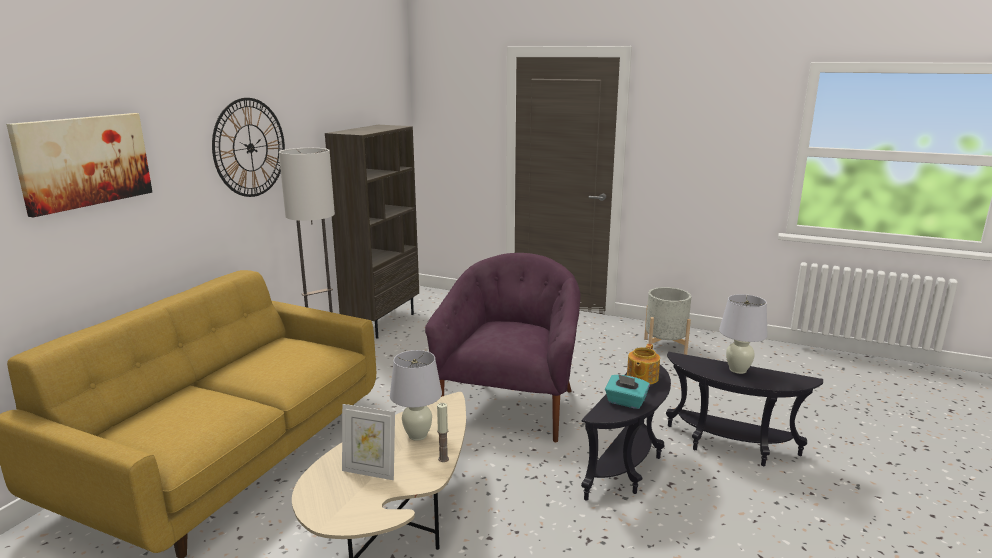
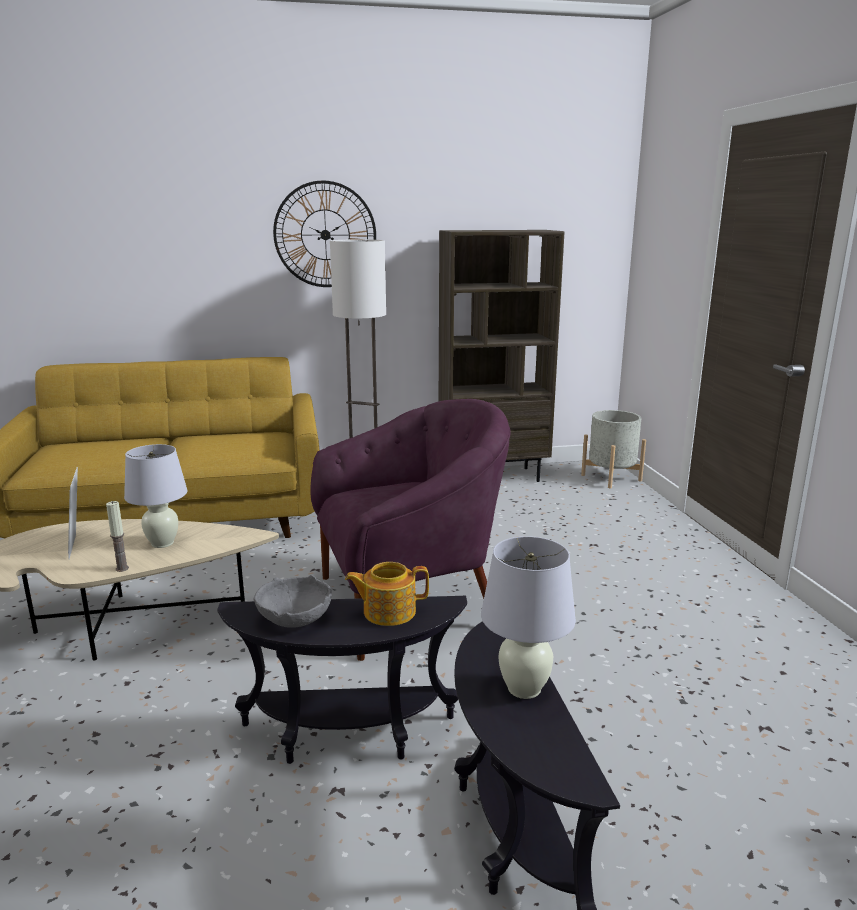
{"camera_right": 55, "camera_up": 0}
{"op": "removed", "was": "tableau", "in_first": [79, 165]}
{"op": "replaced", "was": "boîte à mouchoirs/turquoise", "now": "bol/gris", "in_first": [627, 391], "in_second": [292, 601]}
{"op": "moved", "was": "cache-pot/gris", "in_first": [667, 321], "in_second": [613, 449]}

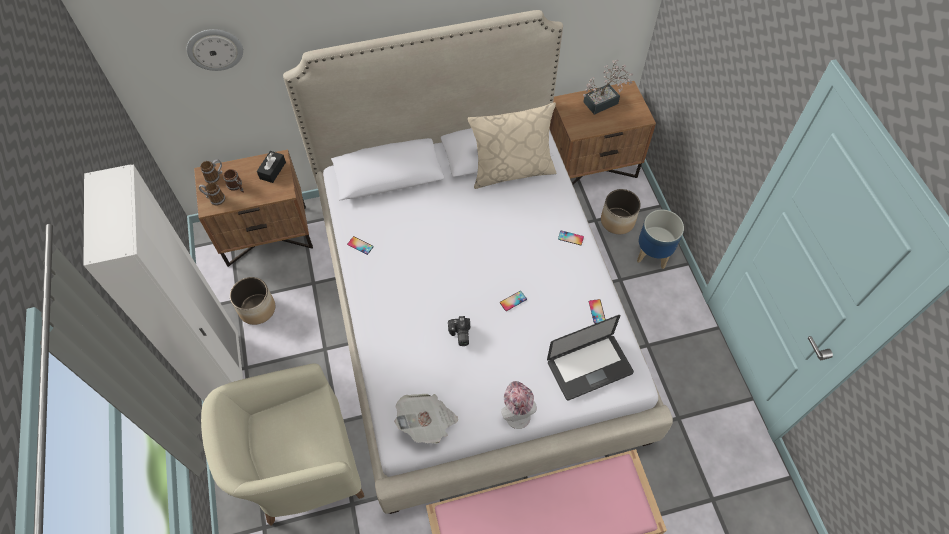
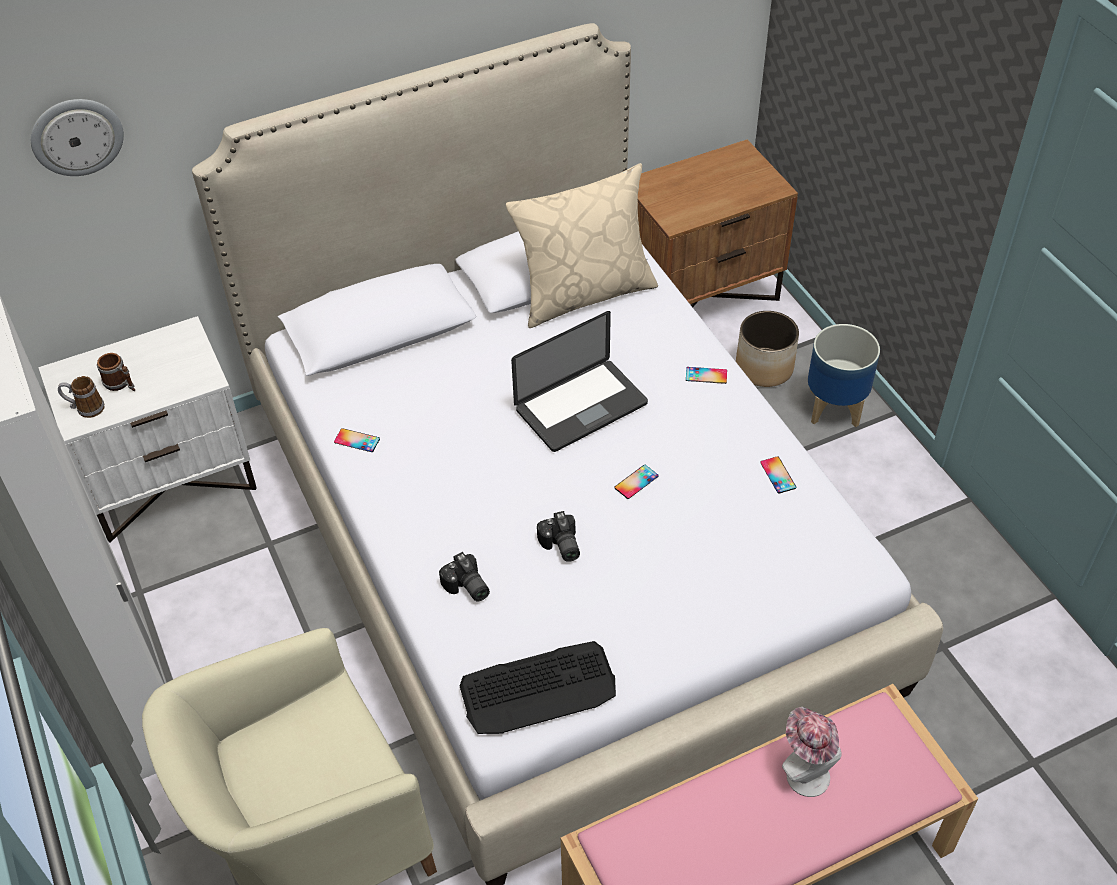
{"camera_right": -10, "camera_up": -10}
{"op": "recoloured", "was": "table de chevet/marron", "now": "table de chevet/blanc", "in_first": [253, 208], "in_second": [147, 429]}
{"op": "removed", "was": "mug", "in_first": [211, 171]}
{"op": "removed", "was": "cache-pot", "in_first": [252, 301]}
{"op": "removed", "was": "boîte à mouchoirs/noir", "in_first": [271, 167]}
{"op": "replaced", "was": "journal", "now": "clavier", "in_first": [426, 419], "in_second": [538, 687]}
{"op": "moved", "was": "chapeau", "in_first": [519, 405], "in_second": [811, 752]}
{"op": "moved", "was": "ordinateur portable", "in_first": [590, 358], "in_second": [579, 381]}
{"op": "removed", "was": "plante en pot", "in_first": [608, 87]}
{"op": "added", "now": "appareil photo", "in_second": [464, 577]}

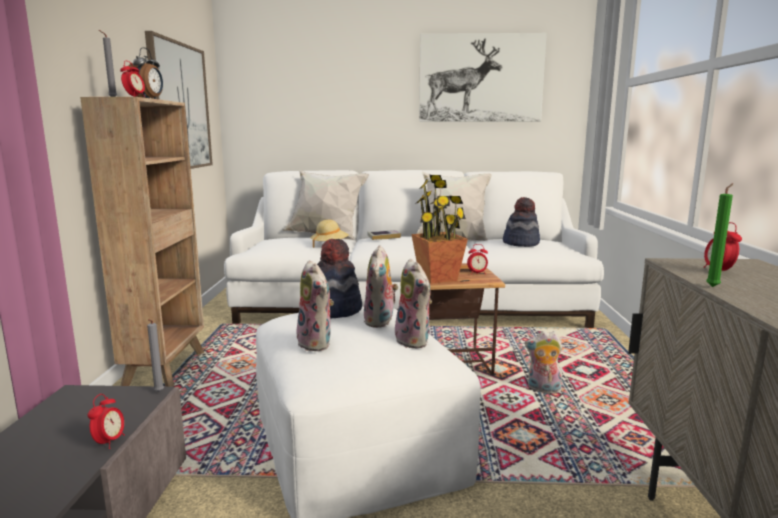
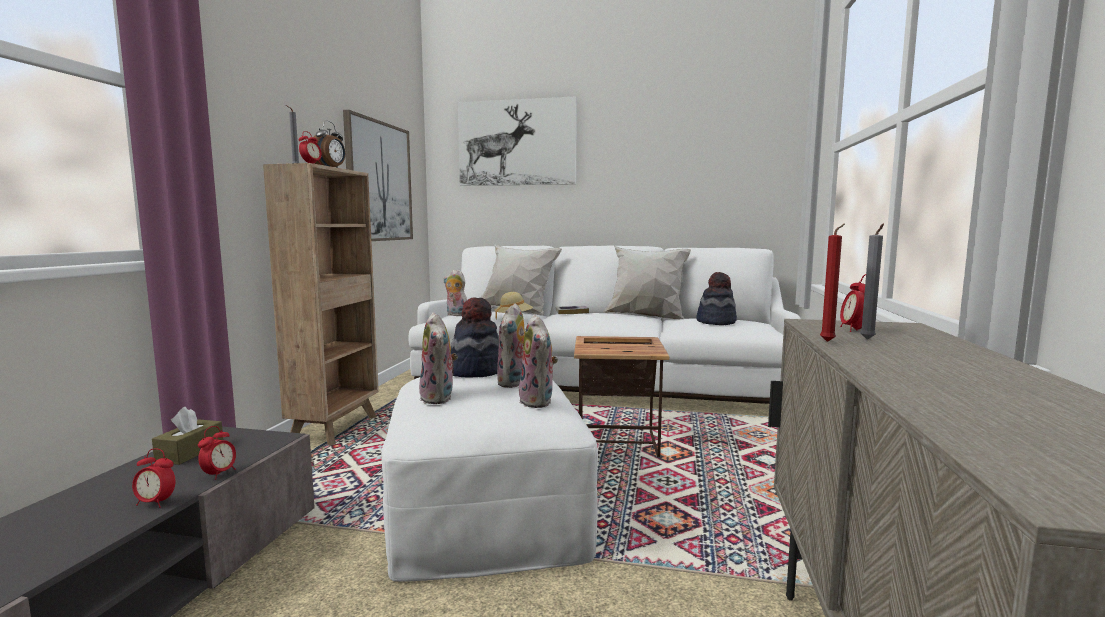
{"camera_right": 10, "camera_up": -5}
{"op": "moved", "was": "bougie/gris", "in_first": [155, 355], "in_second": [872, 282]}
{"op": "removed", "was": "plante en pot", "in_first": [439, 229]}
{"op": "moved", "was": "tableau", "in_first": [483, 77], "in_second": [517, 141]}
{"op": "moved", "was": "réveil", "in_first": [477, 259], "in_second": [153, 478]}
{"op": "moved", "was": "peluche", "in_first": [544, 362], "in_second": [455, 293]}
{"op": "recoloured", "was": "bougie/vert", "now": "bougie/rouge", "in_first": [719, 235], "in_second": [832, 283]}
{"op": "added", "now": "boîte à mouchoirs/marron", "in_second": [187, 436]}

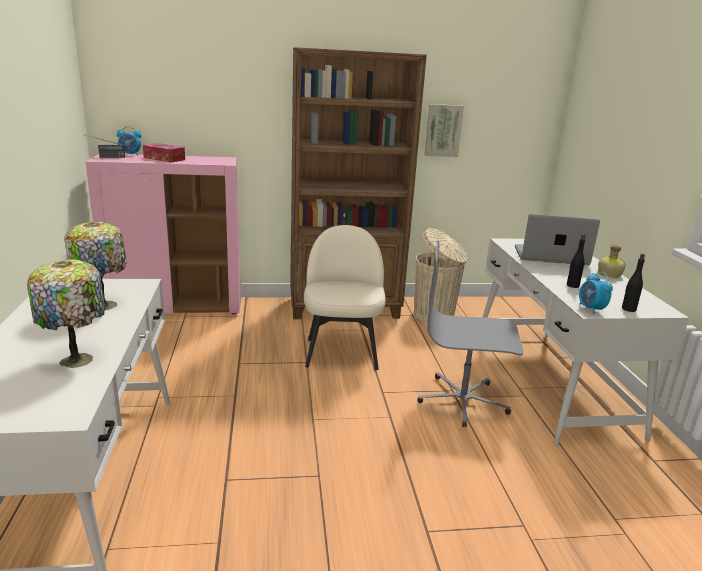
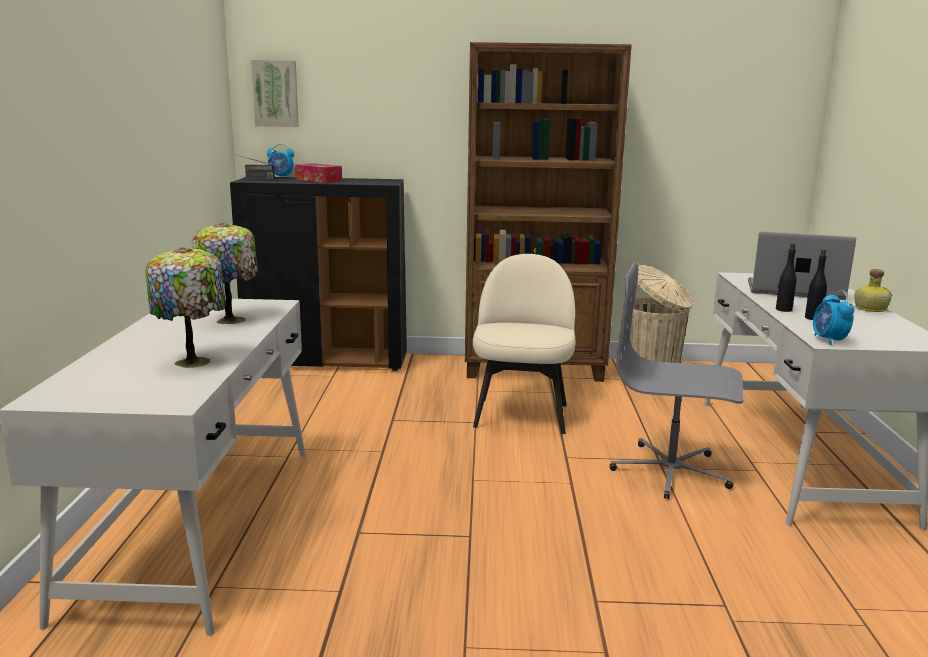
{"camera_right": 10, "camera_up": -5}
{"op": "recoloured", "was": "meuble de rangement/rose", "now": "meuble de rangement/noir", "in_first": [164, 234], "in_second": [318, 274]}
{"op": "moved", "was": "tableau", "in_first": [444, 130], "in_second": [275, 93]}
{"op": "moved", "was": "bouteille/noir", "in_first": [633, 283], "in_second": [786, 277]}

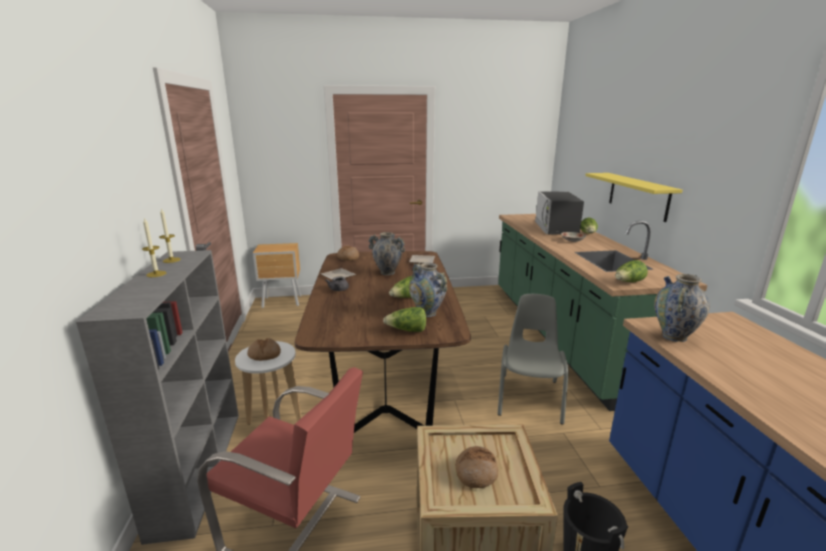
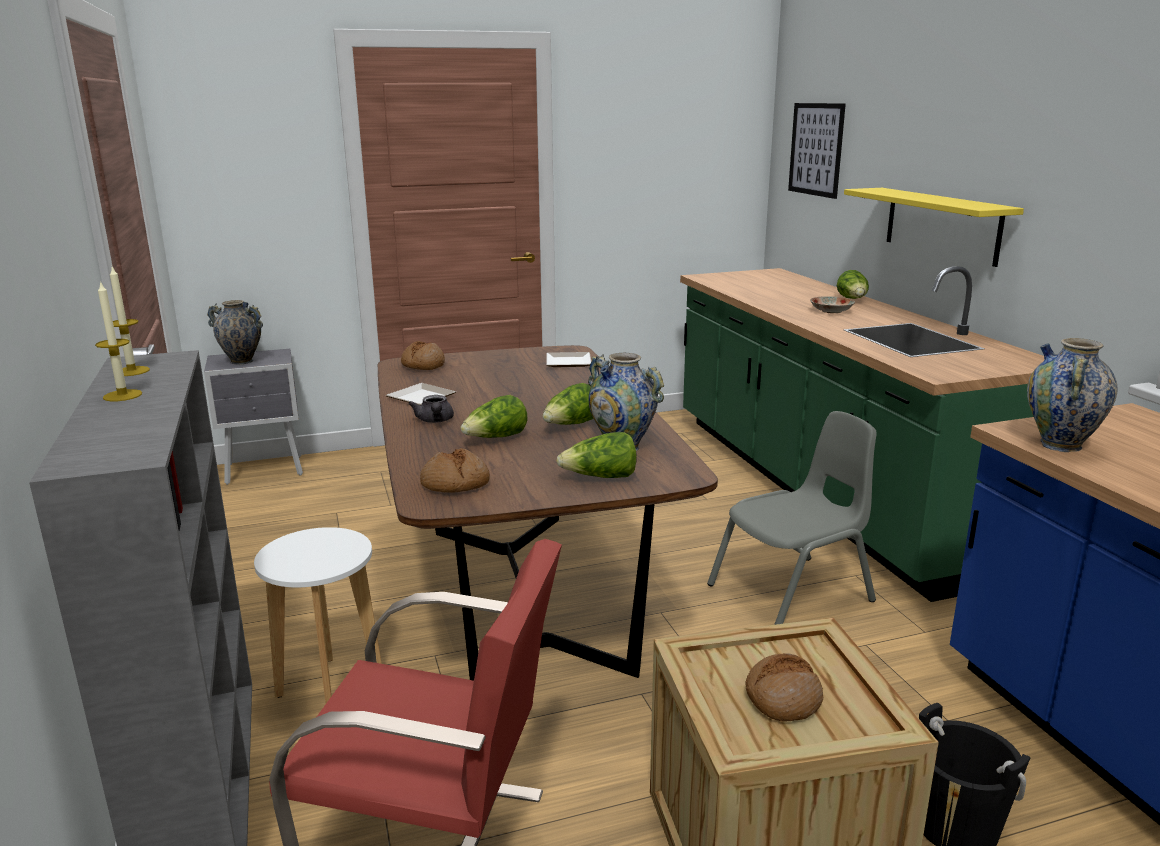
{"camera_right": -10, "camera_up": 0}
{"op": "moved", "was": "pain", "in_first": [264, 349], "in_second": [455, 470]}
{"op": "recoloured", "was": "table de chevet/marron", "now": "table de chevet/gris", "in_first": [277, 275], "in_second": [253, 417]}
{"op": "moved", "was": "vase", "in_first": [387, 253], "in_second": [235, 332]}
{"op": "turned", "was": "chaise/gris", "in_first": [533, 359], "in_second": [792, 518], "clockwise": 60}
{"op": "removed", "was": "micro-ondes", "in_first": [559, 213]}
{"op": "moved", "was": "laitue", "in_first": [631, 271], "in_second": [494, 416]}
{"op": "added", "now": "tableau", "in_second": [817, 151]}

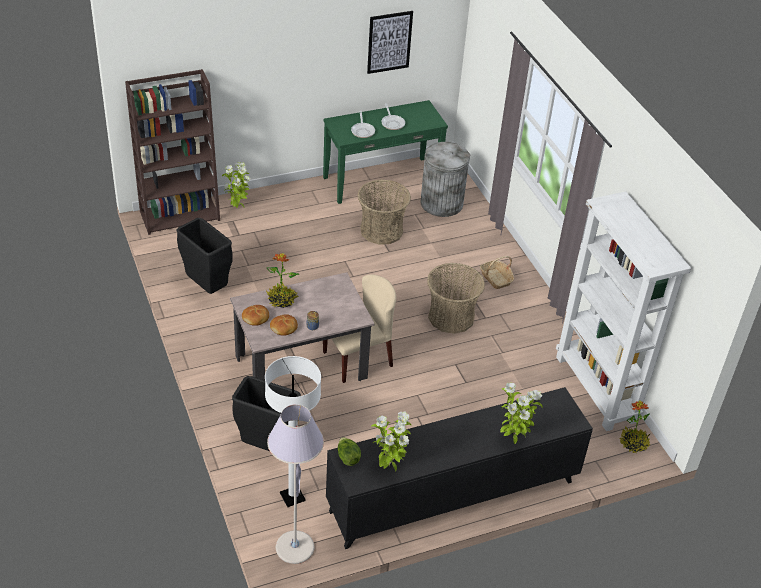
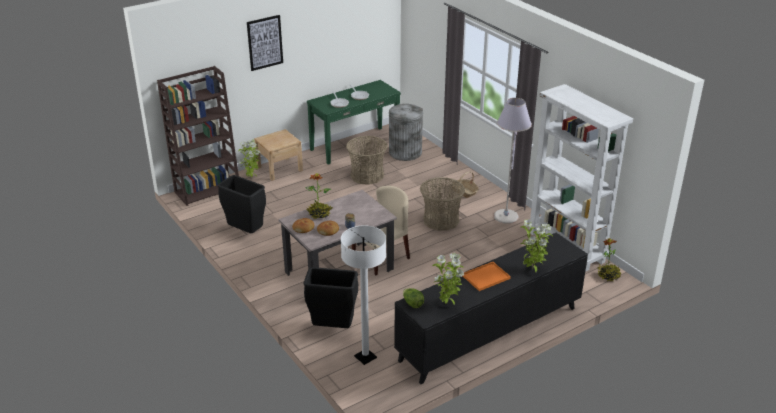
{"camera_right": -10, "camera_up": -10}
{"op": "moved", "was": "lampadaire/gris", "in_first": [295, 484], "in_second": [513, 161]}
{"op": "moved", "was": "tableau", "in_first": [390, 42], "in_second": [265, 43]}
{"op": "added", "now": "table de chevet/beige", "in_second": [278, 155]}
{"op": "added", "now": "plateau/orange", "in_second": [487, 276]}

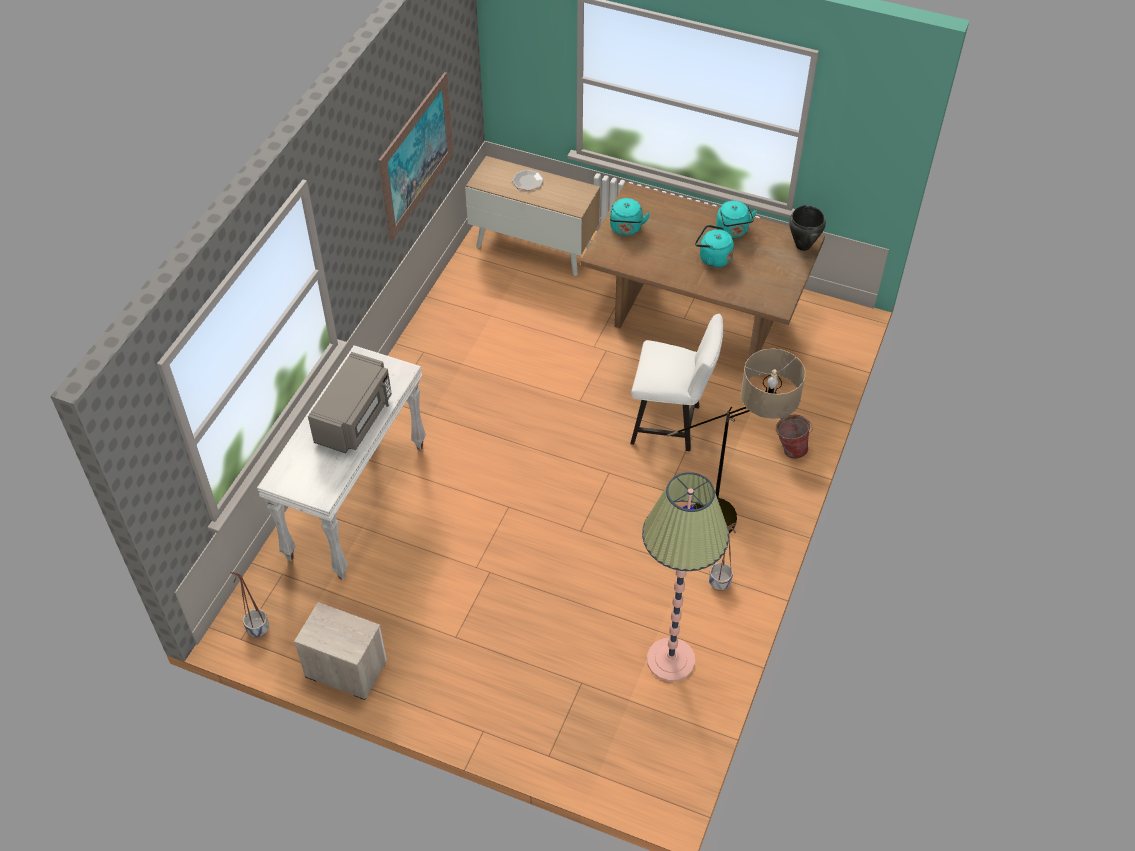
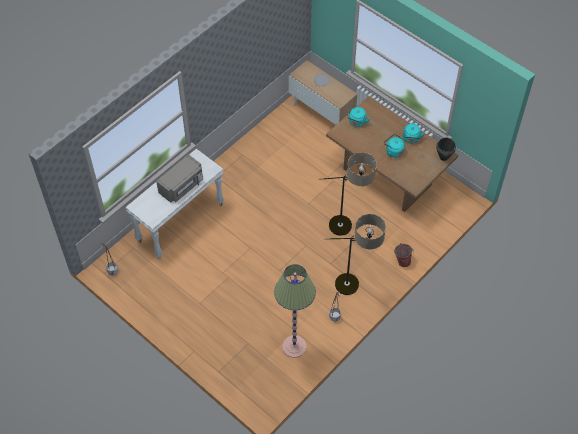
{"camera_right": 20, "camera_up": 5}
{"op": "removed", "was": "table de chevet", "in_first": [340, 651]}
{"op": "removed", "was": "tableau", "in_first": [416, 156]}
{"op": "replaced", "was": "chaise/blanc", "now": "lampadaire", "in_first": [676, 382], "in_second": [348, 194]}

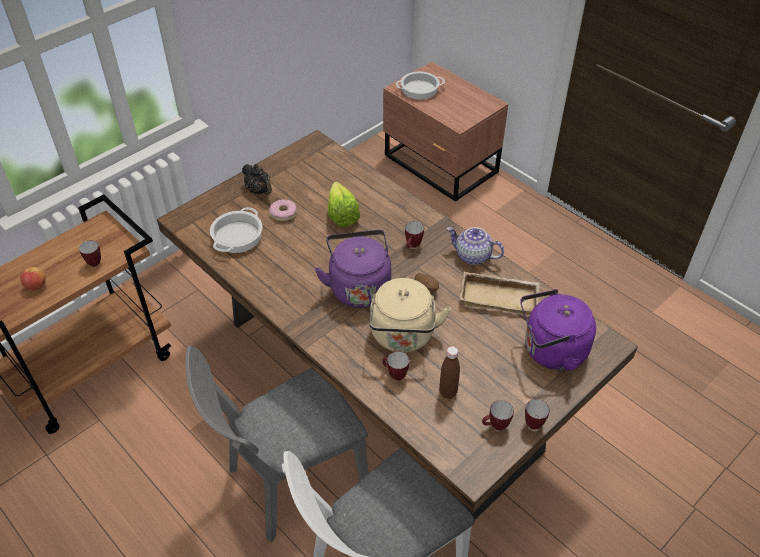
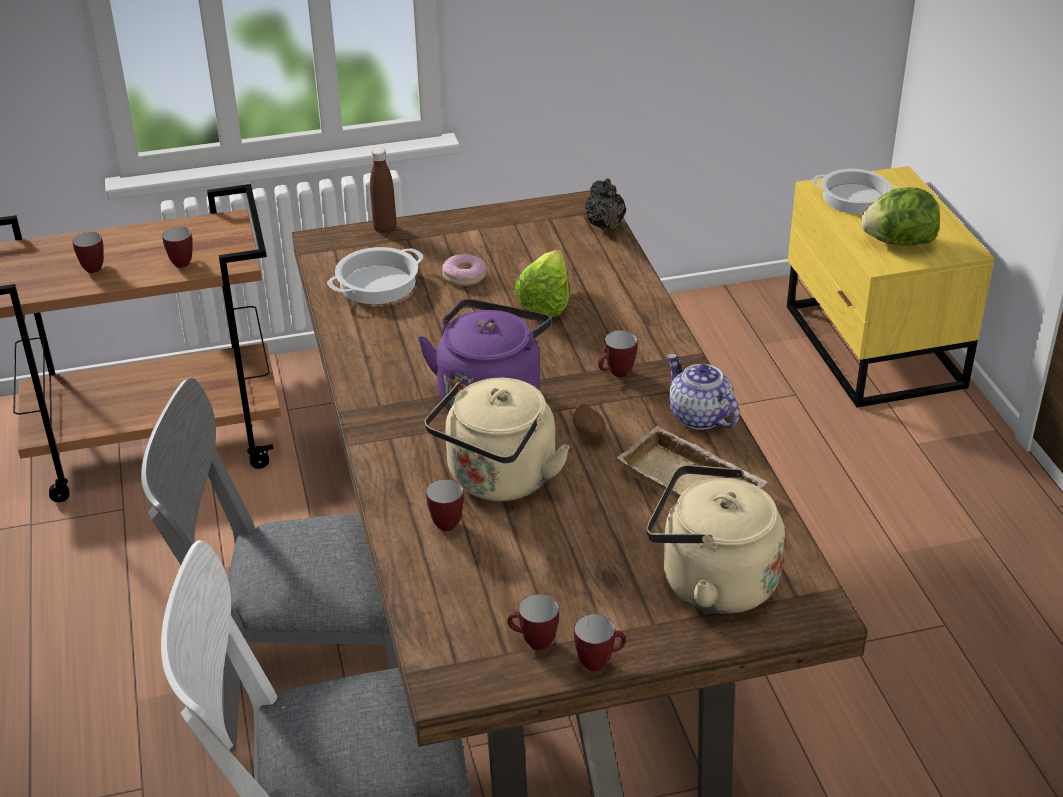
{"camera_right": 30, "camera_up": -10}
{"op": "replaced", "was": "pomme", "now": "mug", "in_first": [33, 278], "in_second": [88, 252]}
{"op": "moved", "was": "théière/noir", "in_first": [257, 179], "in_second": [605, 203]}
{"op": "recoloured", "was": "table de chevet/marron", "now": "table de chevet/jaune", "in_first": [445, 132], "in_second": [890, 287]}
{"op": "moved", "was": "bouteille/marron", "in_first": [449, 372], "in_second": [383, 191]}
{"op": "recoloured", "was": "bouilloire/violet", "now": "bouilloire/beige", "in_first": [558, 330], "in_second": [716, 539]}
{"op": "added", "now": "laitue", "in_second": [900, 216]}

